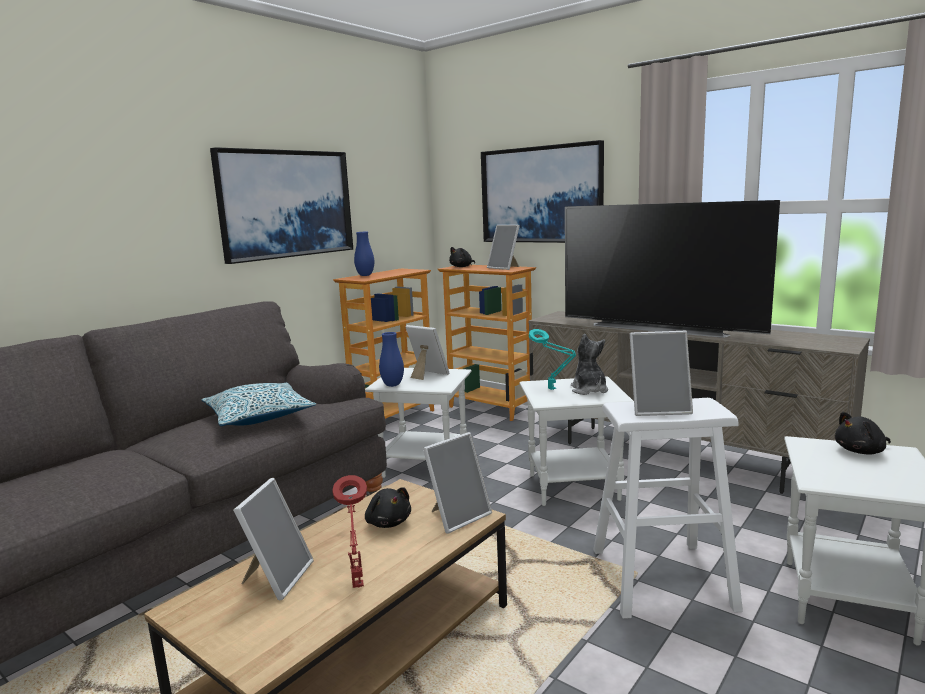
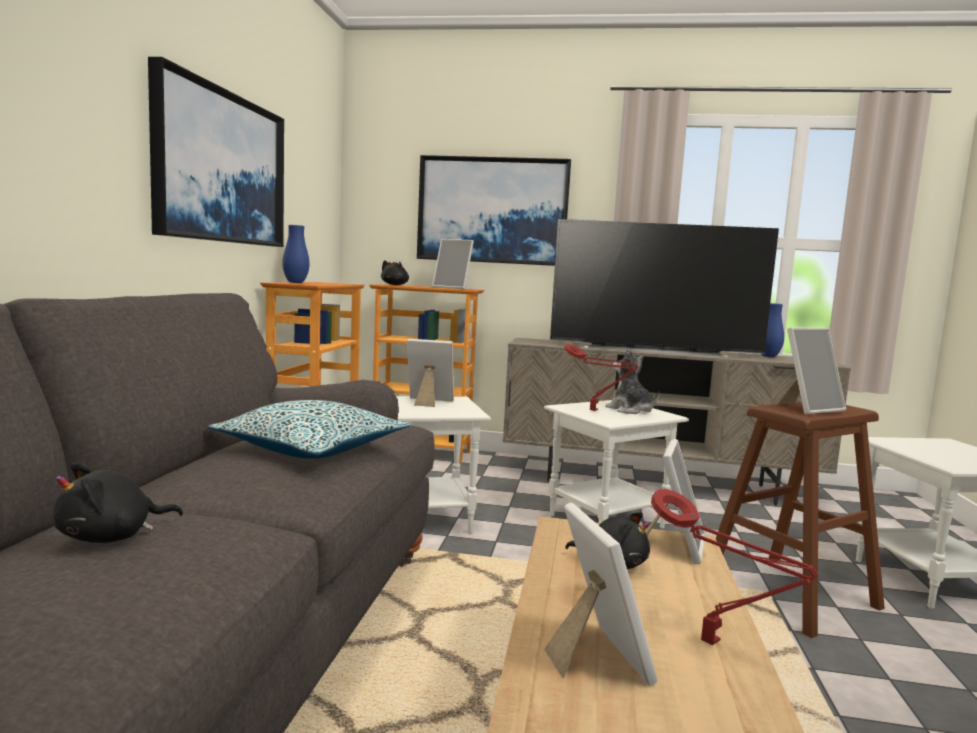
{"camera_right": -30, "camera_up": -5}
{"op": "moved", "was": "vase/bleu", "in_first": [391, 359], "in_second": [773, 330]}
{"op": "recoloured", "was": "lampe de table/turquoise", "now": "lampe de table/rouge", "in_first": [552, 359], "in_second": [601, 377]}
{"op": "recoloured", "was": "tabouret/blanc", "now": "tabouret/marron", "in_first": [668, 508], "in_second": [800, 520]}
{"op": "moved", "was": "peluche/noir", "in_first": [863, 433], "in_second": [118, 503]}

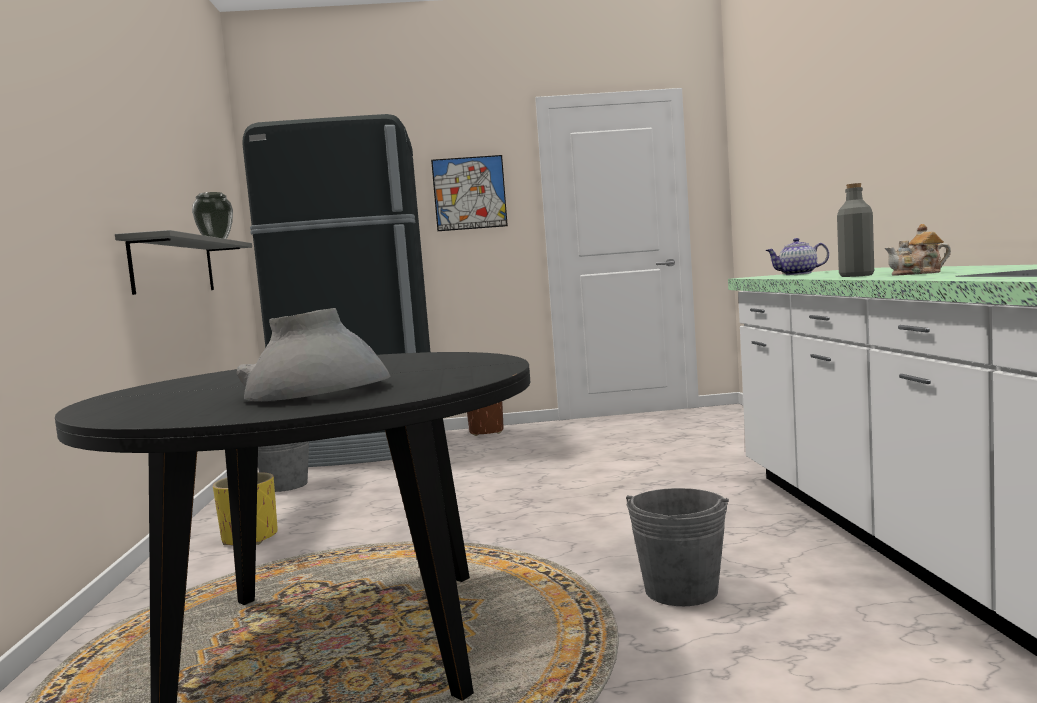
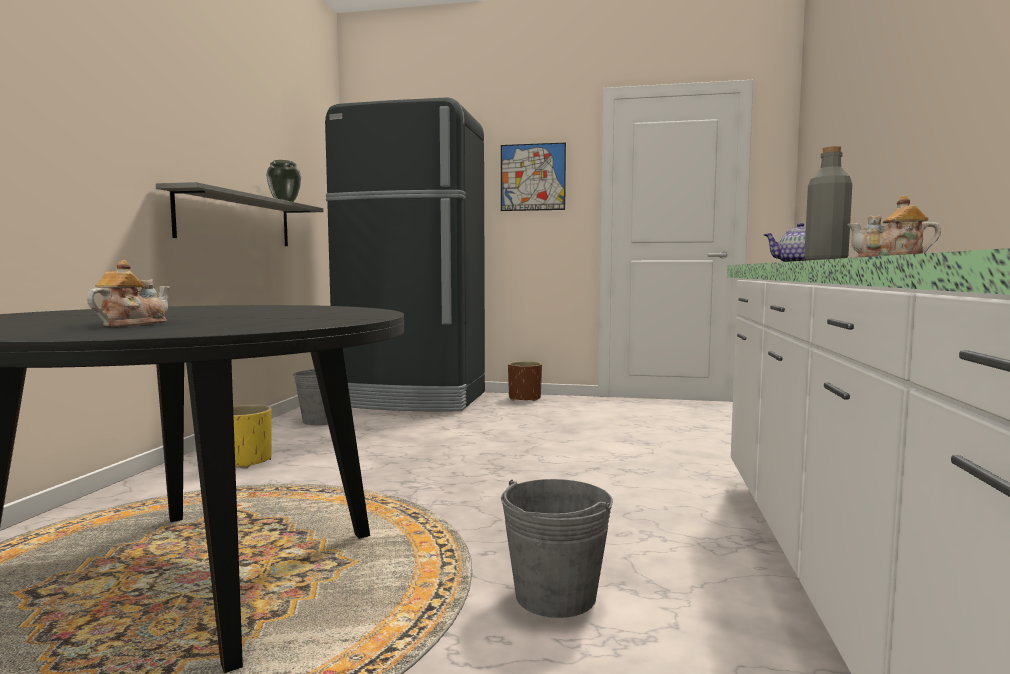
{"camera_right": 15, "camera_up": 0}
{"op": "replaced", "was": "vase/gris", "now": "théière", "in_first": [313, 354], "in_second": [128, 293]}

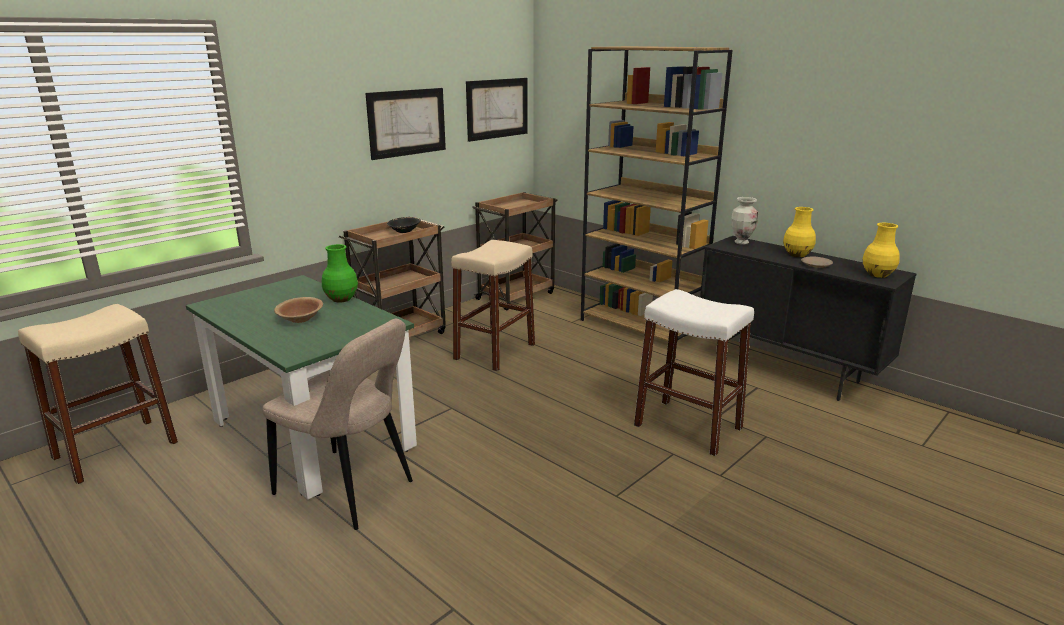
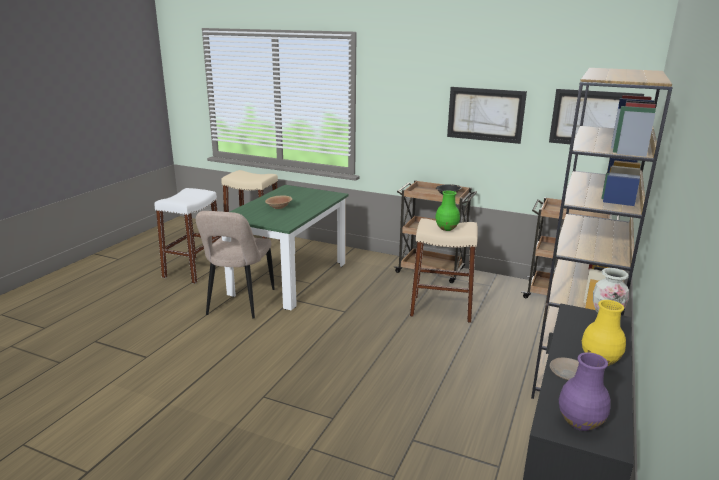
{"camera_right": 70, "camera_up": 0}
{"op": "moved", "was": "vase/vert", "in_first": [340, 273], "in_second": [447, 211]}
{"op": "moved", "was": "tabouret/blanc", "in_first": [694, 372], "in_second": [188, 236]}
{"op": "recoloured", "was": "vase/jaune", "now": "vase/violet", "in_first": [881, 250], "in_second": [585, 391]}

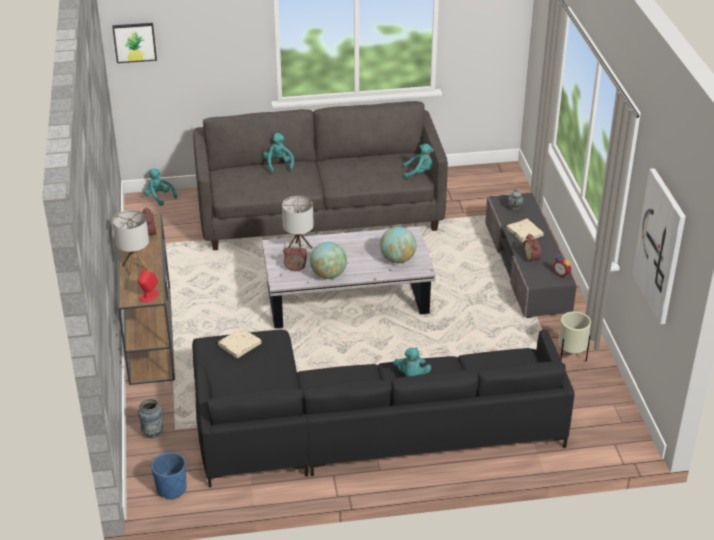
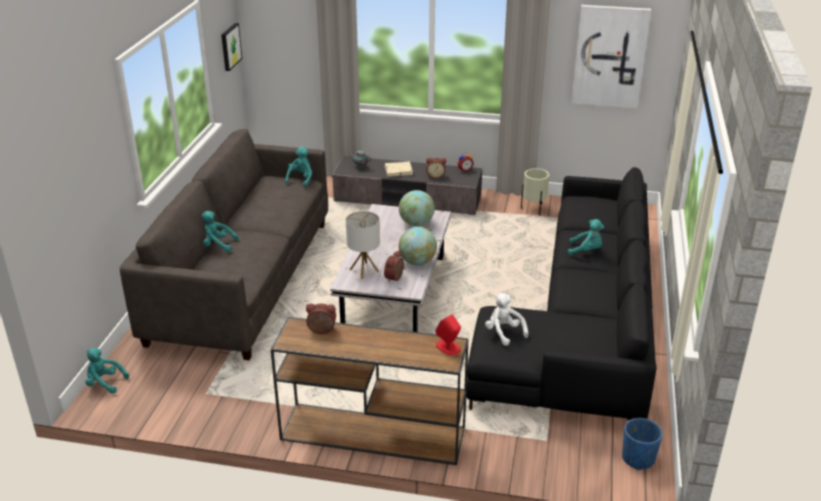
{"camera_right": -70, "camera_up": -5}
{"op": "moved", "was": "tableau", "in_first": [134, 43], "in_second": [231, 47]}
{"op": "removed", "was": "lampe de table", "in_first": [131, 243]}
{"op": "removed", "was": "vase", "in_first": [150, 418]}
{"op": "turned", "was": "peluche/turquoise", "in_first": [160, 187], "in_second": [107, 371], "clockwise": 45}
{"op": "replaced", "was": "livre/beige", "now": "peluche/blanc", "in_first": [240, 342], "in_second": [506, 319]}

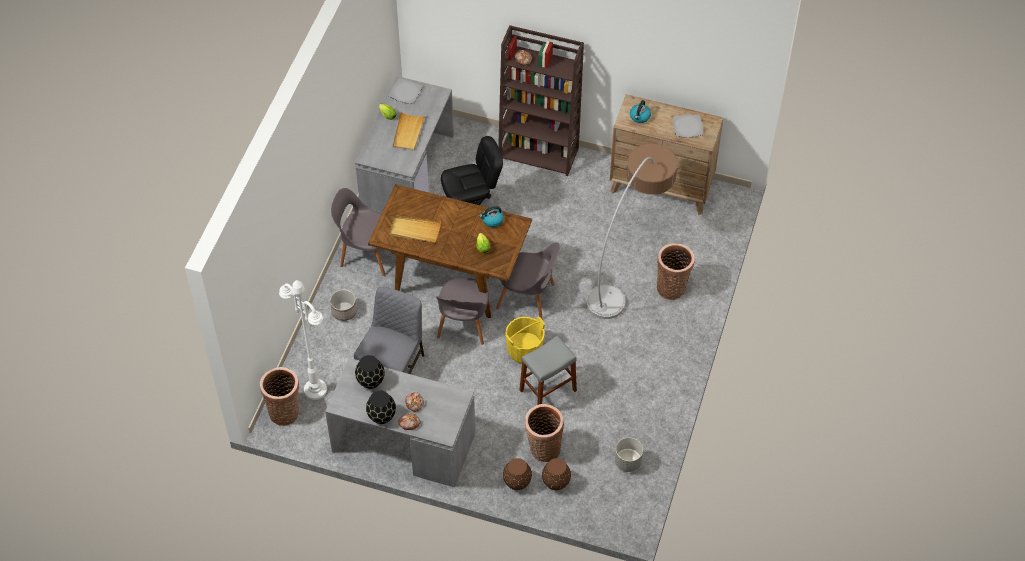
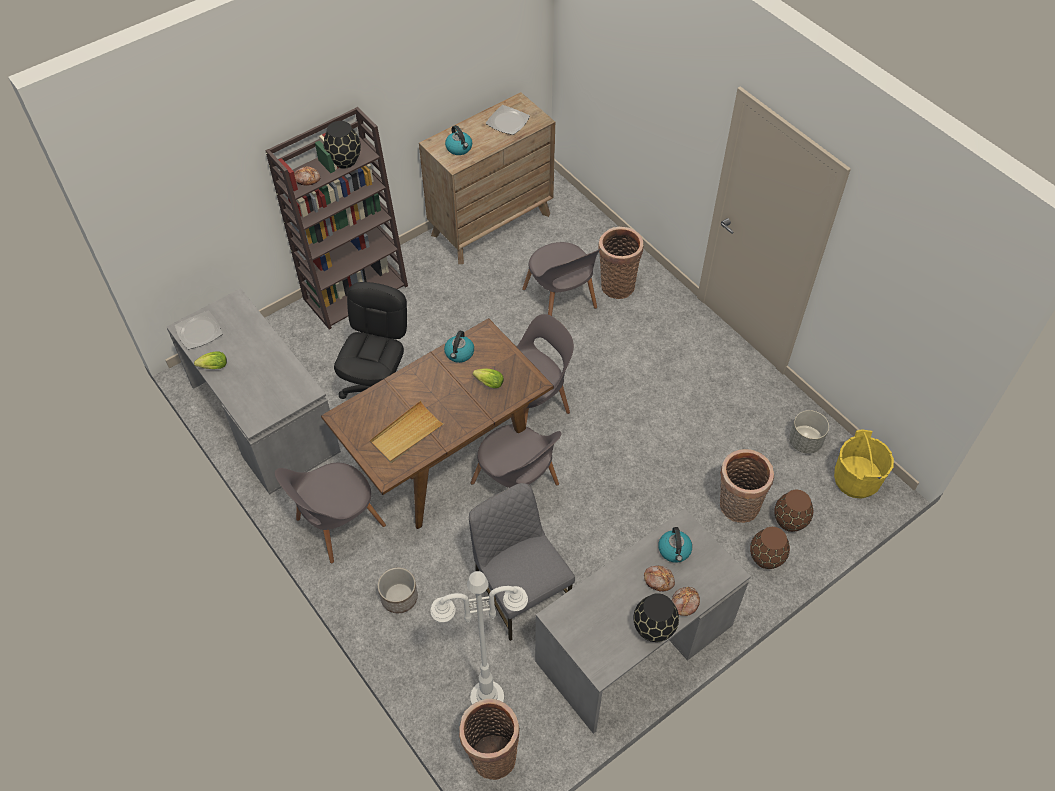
{"camera_right": -55, "camera_up": 0}
{"op": "moved", "was": "vase/noir", "in_first": [370, 372], "in_second": [342, 145]}
{"op": "removed", "was": "plateau/beige", "in_first": [409, 131]}
{"op": "moved", "was": "seau/jaune", "in_first": [525, 340], "in_second": [864, 464]}
{"op": "removed", "was": "tabouret/gris", "in_first": [548, 370]}
{"op": "replaced", "was": "lampadaire", "now": "chaise/gris", "in_first": [632, 231], "in_second": [561, 279]}
{"op": "added", "now": "bouilloire", "in_second": [675, 545]}

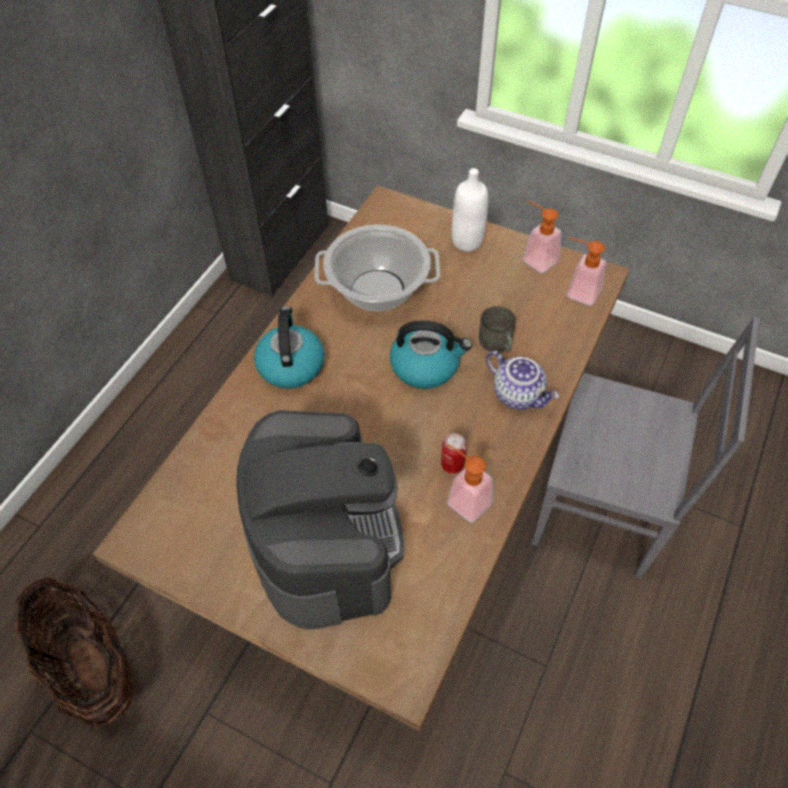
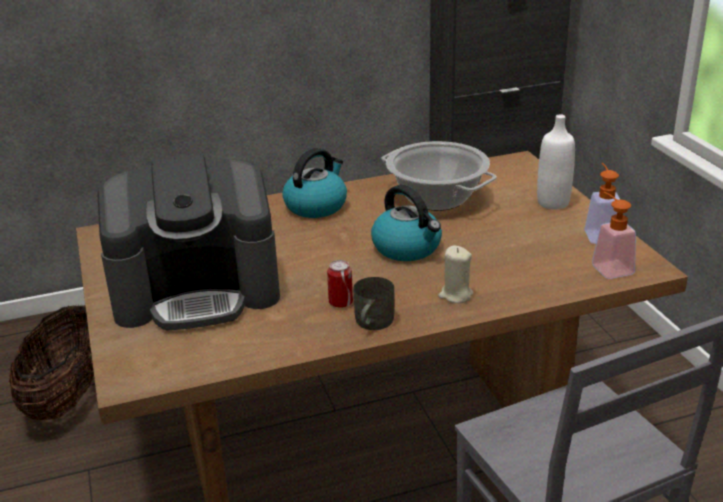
{"camera_right": 45, "camera_up": -25}
{"op": "turned", "was": "machine à café", "in_first": [320, 520], "in_second": [188, 242], "clockwise": 45}
{"op": "removed", "was": "distributeur de savon", "in_first": [470, 483]}
{"op": "moved", "was": "mug/gris", "in_first": [497, 329], "in_second": [374, 303]}
{"op": "replaced", "was": "théière", "now": "bougie/beige", "in_first": [522, 380], "in_second": [455, 274]}

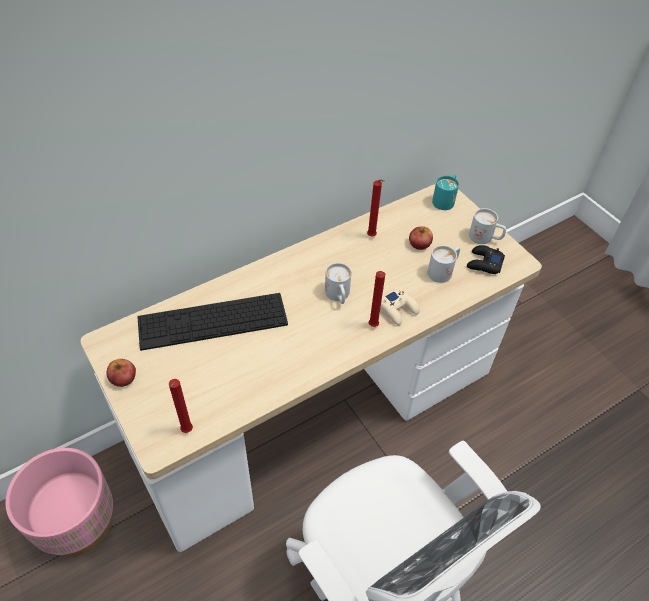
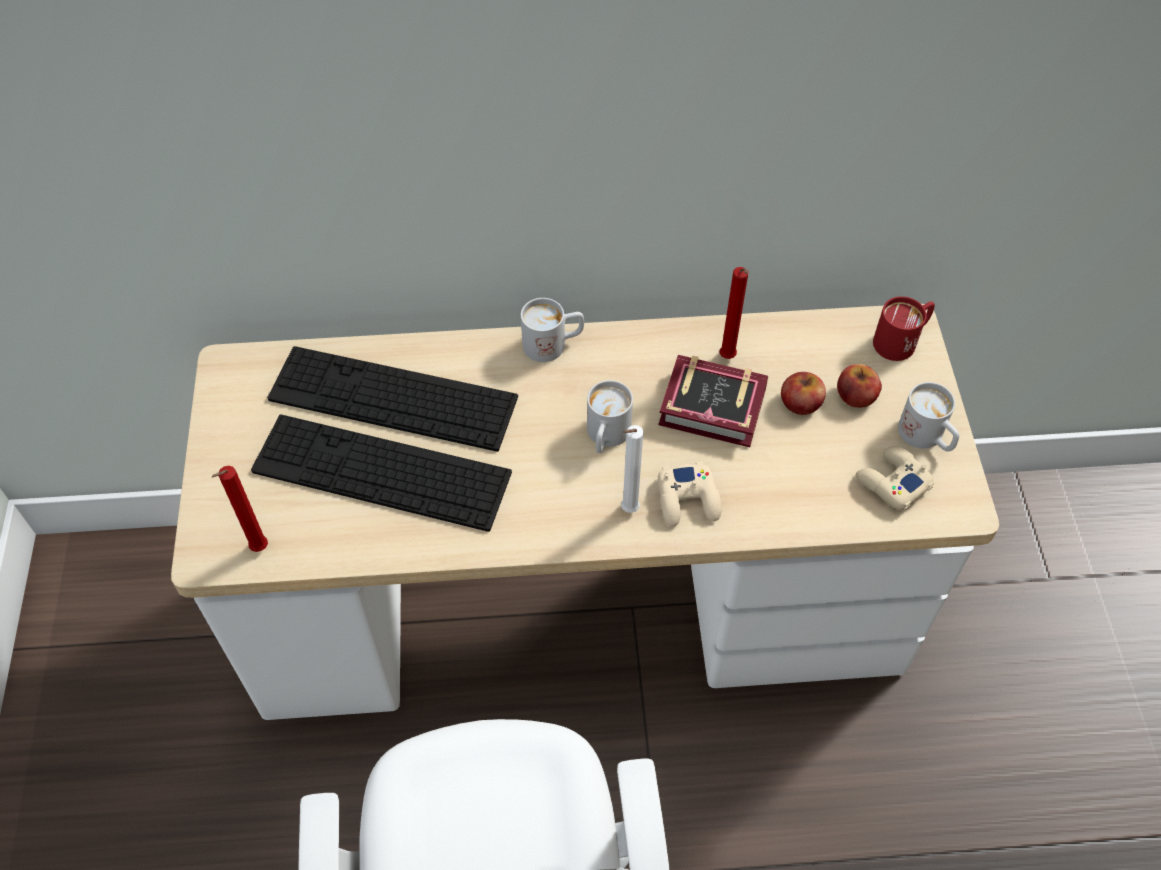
{"camera_right": 30, "camera_up": 5}
{"op": "removed", "was": "cache-pot/rose", "in_first": [59, 502]}
{"op": "moved", "was": "pomme", "in_first": [121, 373], "in_second": [859, 386]}
{"op": "recoloured", "was": "bougie/rouge", "now": "bougie/blanc", "in_first": [377, 299], "in_second": [632, 469]}
{"op": "moved", "was": "mug/blanc", "in_first": [443, 264], "in_second": [552, 330]}
{"op": "recoloured", "was": "mug/turquoise", "now": "mug/rouge", "in_first": [445, 192], "in_second": [904, 328]}
{"op": "recoloured", "was": "manette/noir", "now": "manette/beige", "in_first": [486, 259], "in_second": [895, 478]}
{"op": "added", "now": "clavier", "in_second": [381, 473]}
{"op": "added", "now": "livre", "in_second": [713, 401]}

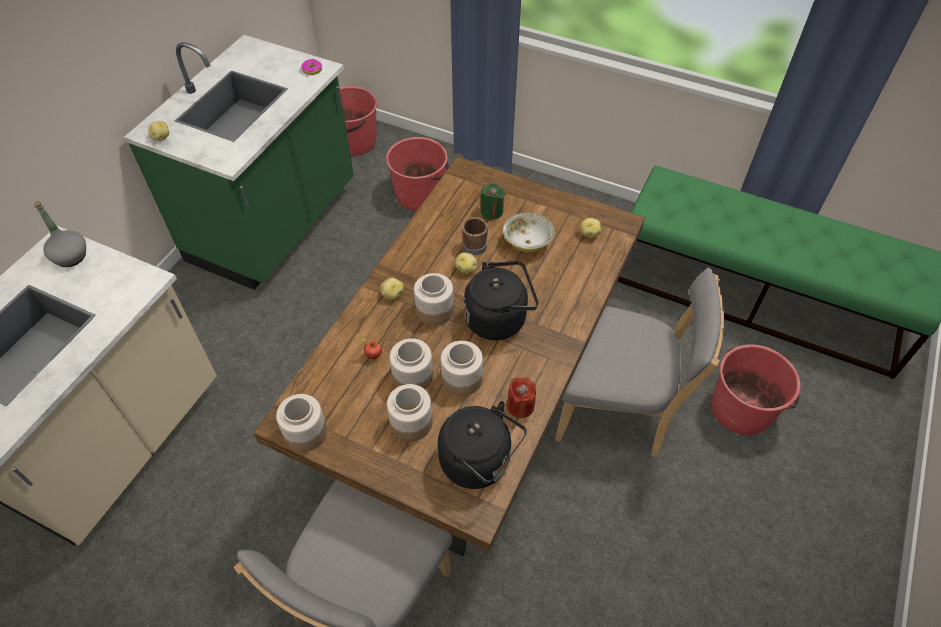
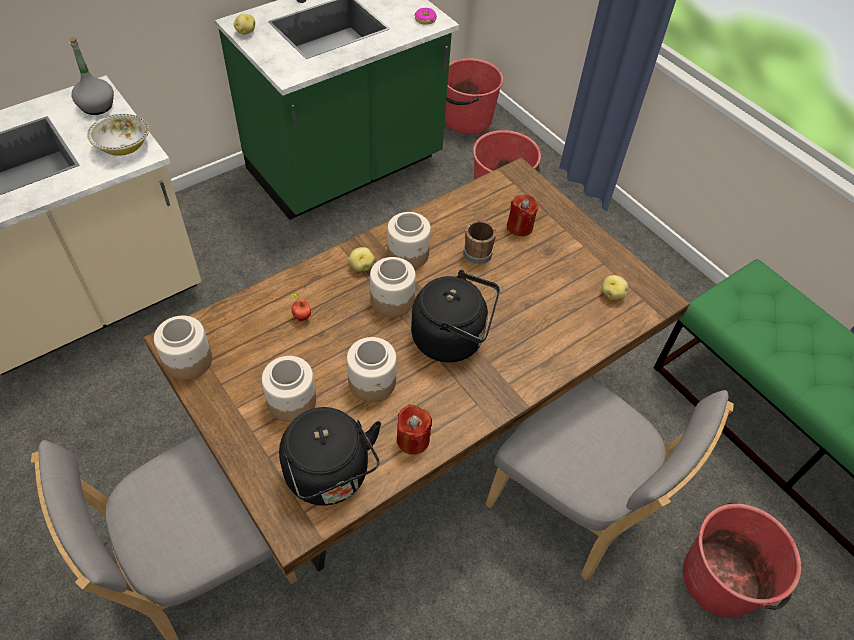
{"camera_right": 25, "camera_up": 0}
{"op": "moved", "was": "bocal", "in_first": [411, 363], "in_second": [409, 240]}
{"op": "removed", "was": "pomme de terre", "in_first": [466, 263]}
{"op": "recoloured", "was": "bougie/vert", "now": "bougie/rouge", "in_first": [493, 201], "in_second": [522, 215]}
{"op": "moved", "was": "bol", "in_first": [529, 232], "in_second": [118, 135]}

